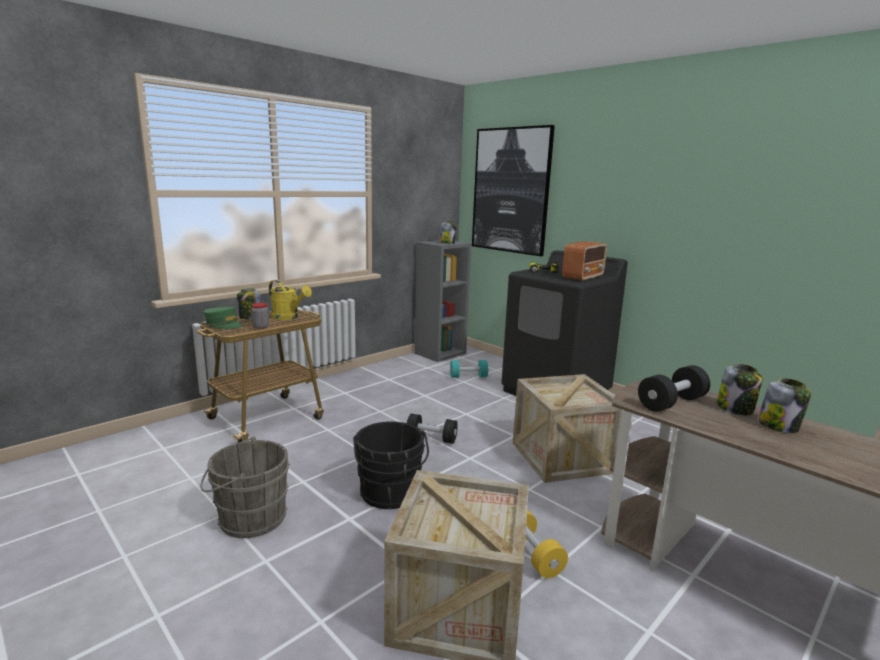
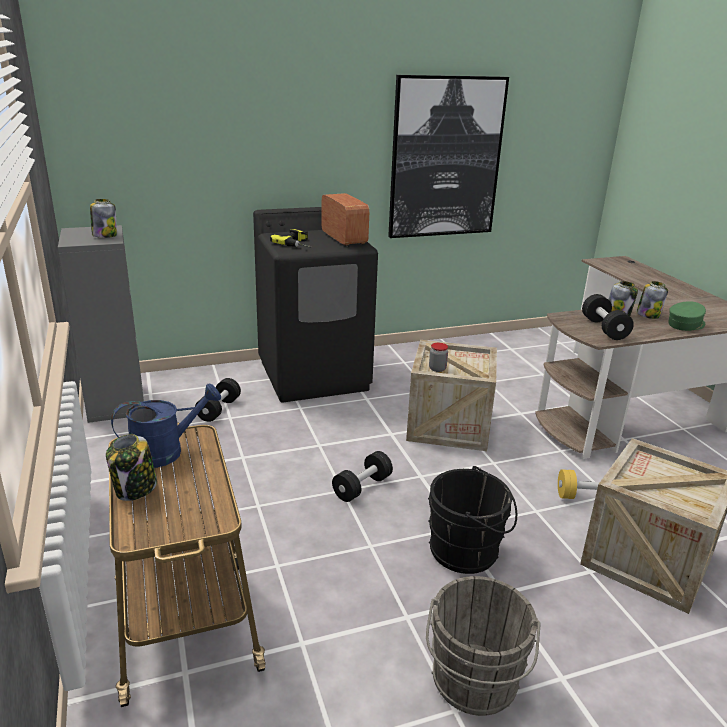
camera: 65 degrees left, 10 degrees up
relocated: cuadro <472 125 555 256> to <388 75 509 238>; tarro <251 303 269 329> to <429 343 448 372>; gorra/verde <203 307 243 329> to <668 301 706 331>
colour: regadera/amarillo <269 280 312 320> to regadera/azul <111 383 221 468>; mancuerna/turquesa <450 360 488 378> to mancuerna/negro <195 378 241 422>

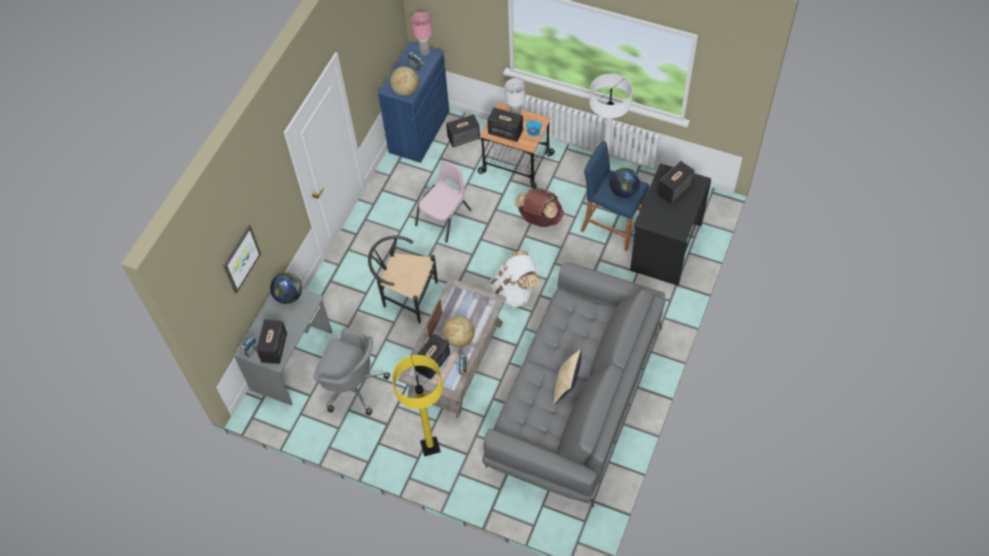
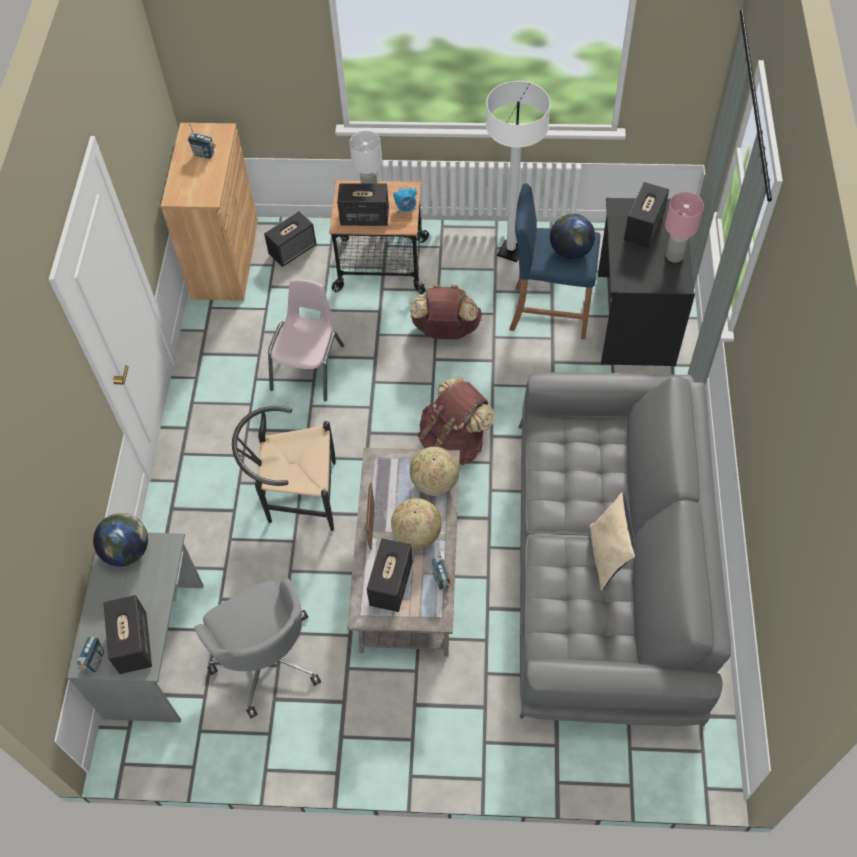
camera: 20 degrees left, 0 degrees up
missing: cuadro <223 225 261 294>; lámpara de pie/amarillo <392 355 443 456>
relocated: globo terráqueo <390 67 419 96> to <410 447 459 496>; lámpara de mesa/rosa <411 11 433 56> to <665 192 704 263>
colour: armario/azul <378 41 449 163> to armario/marrón <161 123 258 301>; mochila/blanco <490 251 539 308> to mochila/marrón <417 376 496 465>
spun: silla de oficina/gris <314 328 390 415> = <194 578 321 718> 60 degrees clockwise

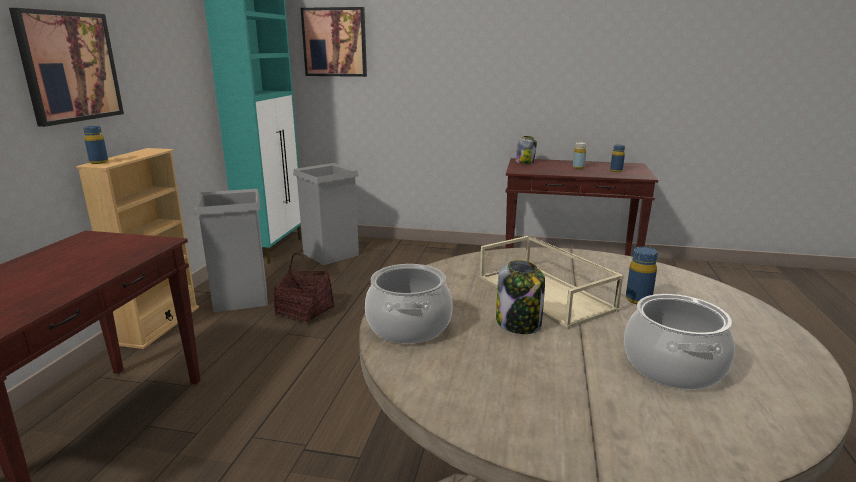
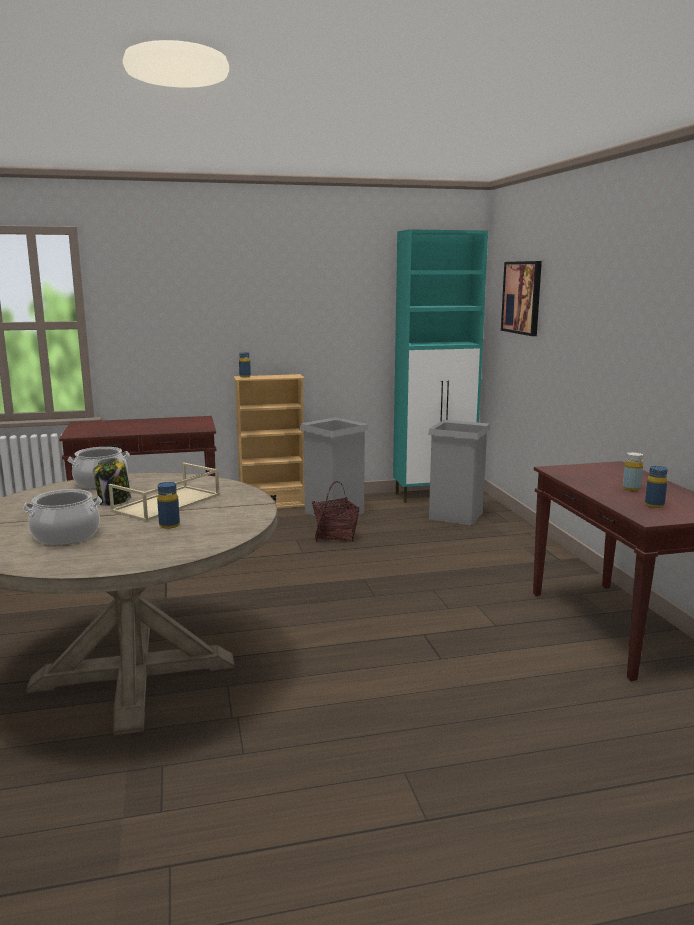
camera: 65 degrees right, 5 degrees down
missing: cuadro <9 8 124 127>; tarro <515 136 537 164>

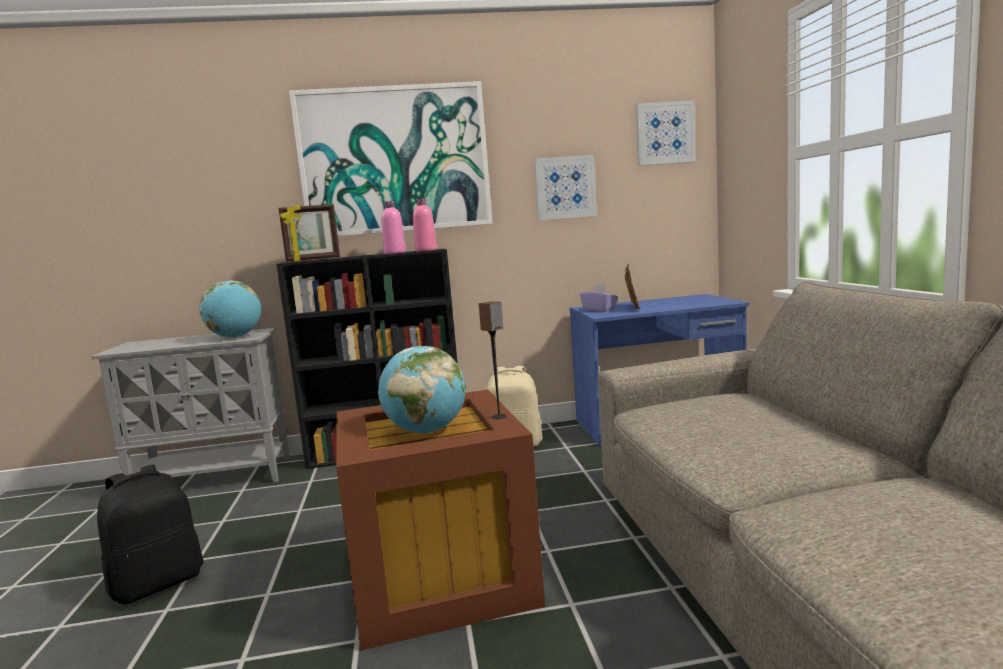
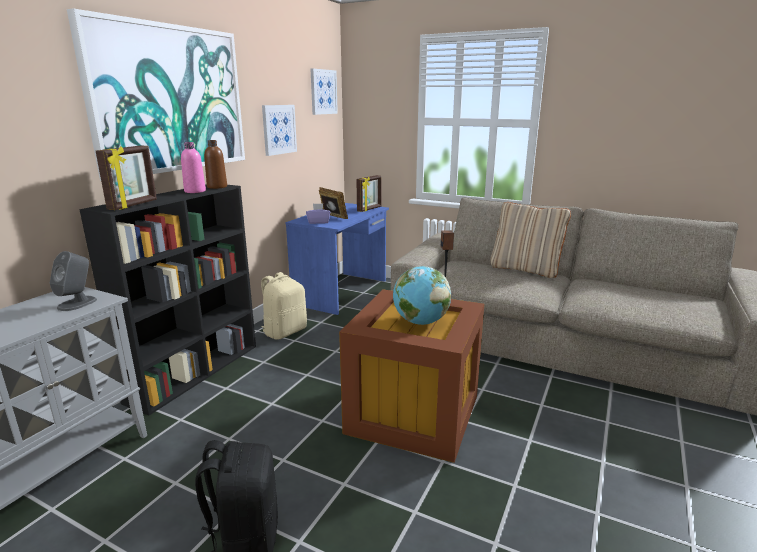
camera: 55 degrees left, 10 degrees up
appeared: portarretratos <356 175 381 212>; cojín/beis <490 202 571 278>
exchanged: globo terráqueo <199 280 262 338> to altavoz/gris <50 251 97 311>
colour: botella/rosa <413 199 437 251> to botella/marrón <204 140 227 189>

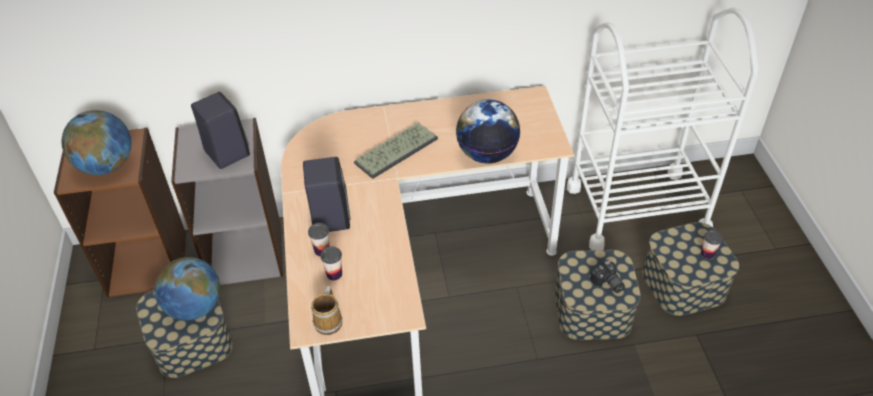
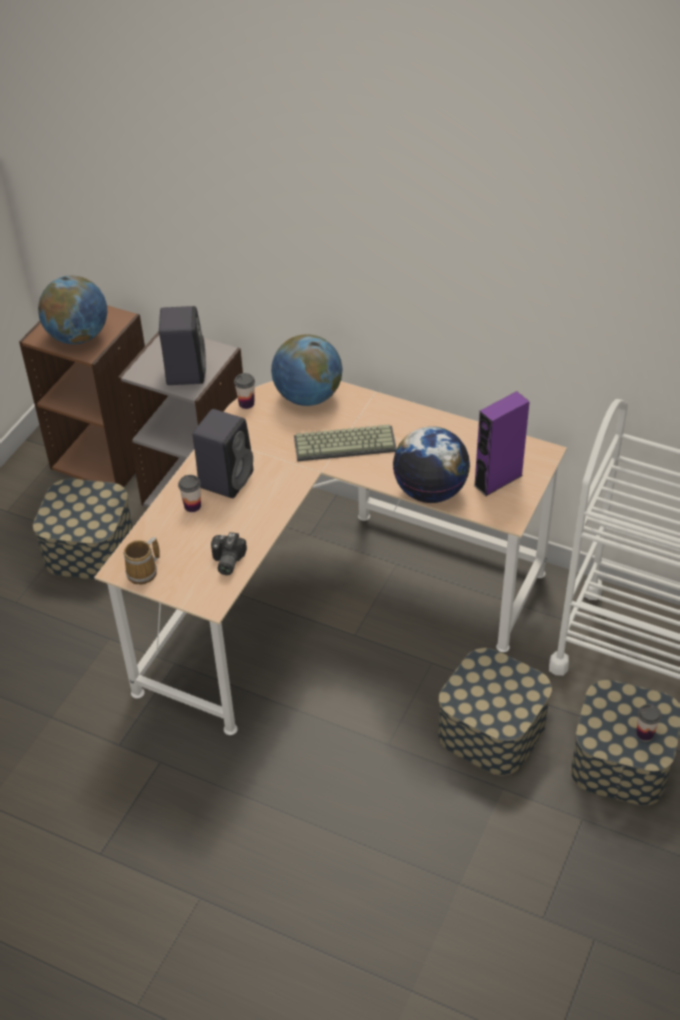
camera: 35 degrees right, 0 degrees up
appeared: altavoz/morado <474 391 530 496>
relocated: cámara <590 260 625 293> to <211 532 247 575>; taza <320 246 342 280> to <234 373 255 409>; globo terráqueo <154 257 220 321> to <271 334 343 406>

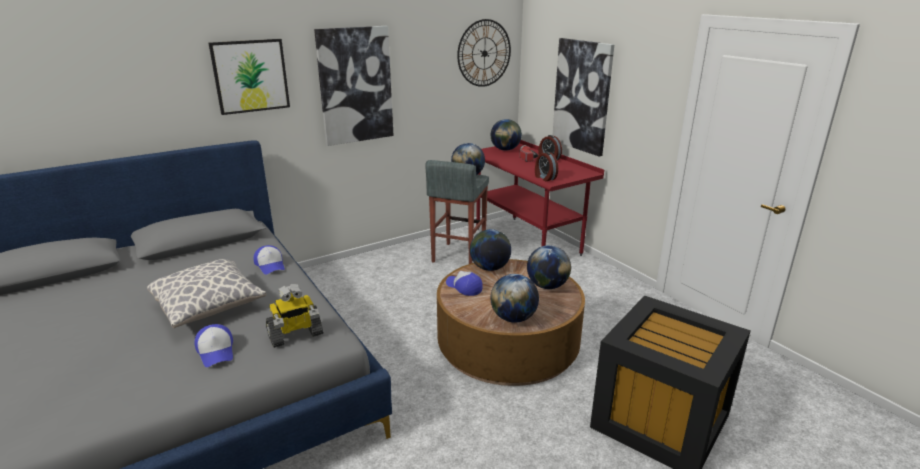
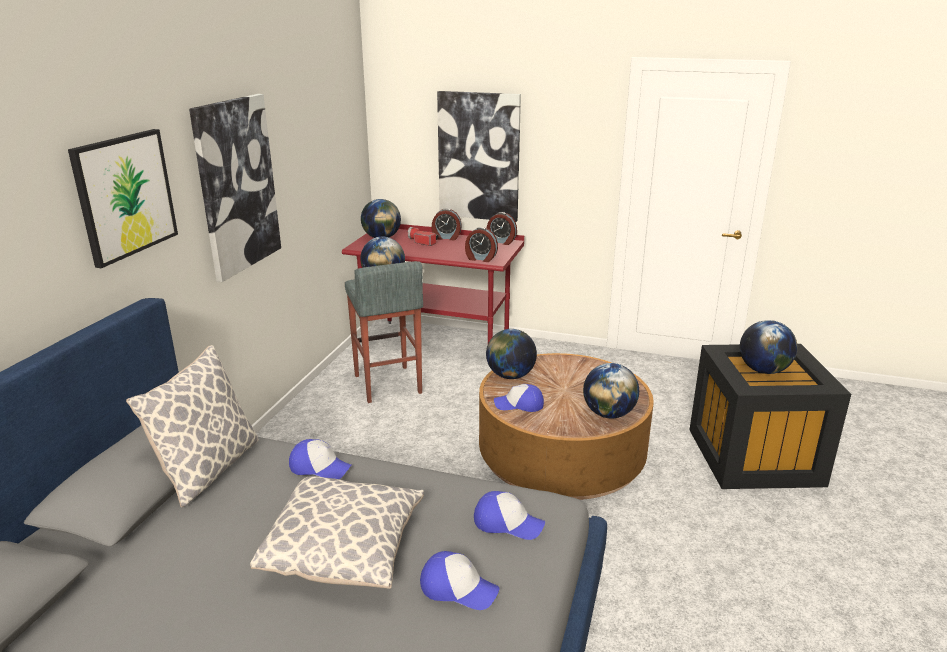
camera: 40 degrees left, 0 degrees up
missing: reloj de pared <457 19 511 87>
appeared: cojín <126 345 259 507>; despertador <487 212 517 245>
relocated: globo terráqueo <527 245 571 289> to <740 320 798 374>
exchanged: robot de juguete <266 284 324 348> to gorra <474 491 545 540>

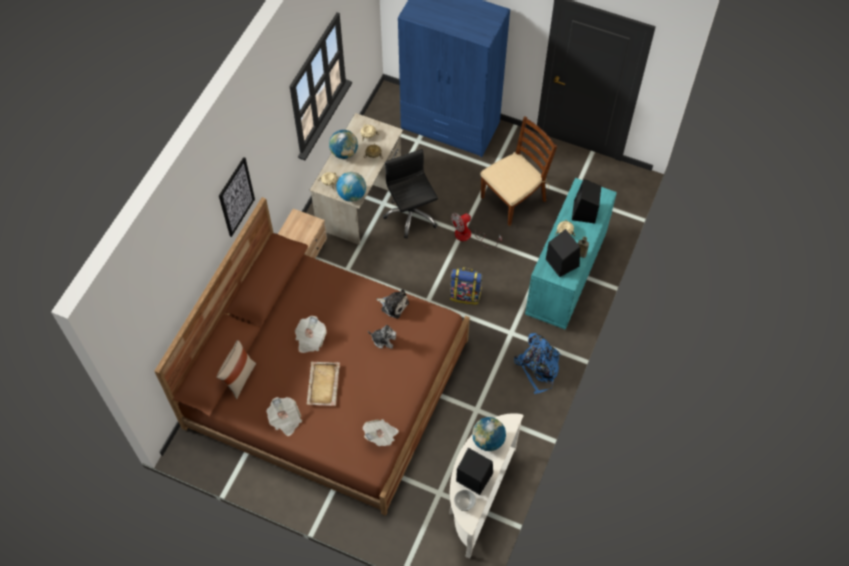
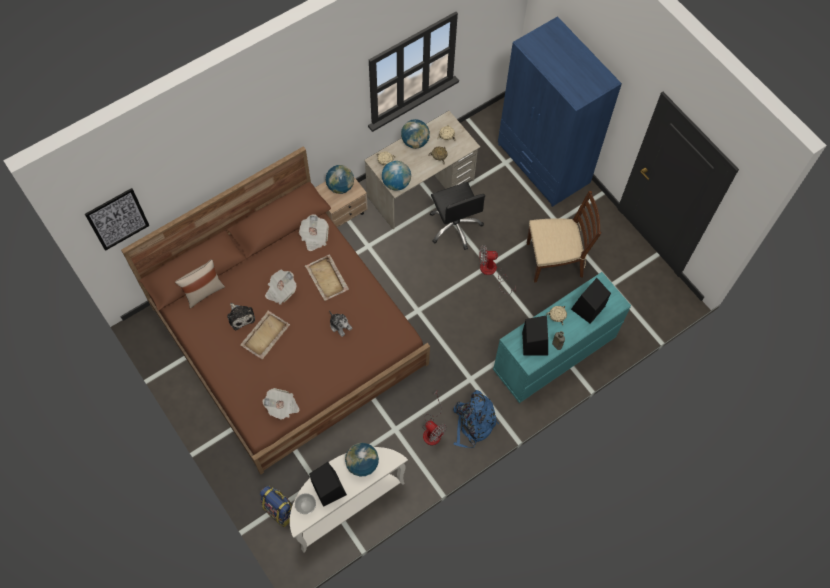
camera: 30 degrees right, 5 degrees up
appeared: bandeja/beis <305 254 349 301>; globo terráqueo <326 165 354 194>; ventilador <422 390 447 445>
relocated: cuadro <219 157 255 237> to <85 188 149 251>; peluche <376 289 409 318> to <227 303 255 331>; mochila <450 267 482 305> to <260 486 293 527>; periódico <266 397 302 436> to <299 214 329 251>
spun: silla de oficina/negro <383 149 438 238> = <430 182 485 250> 150 degrees clockwise

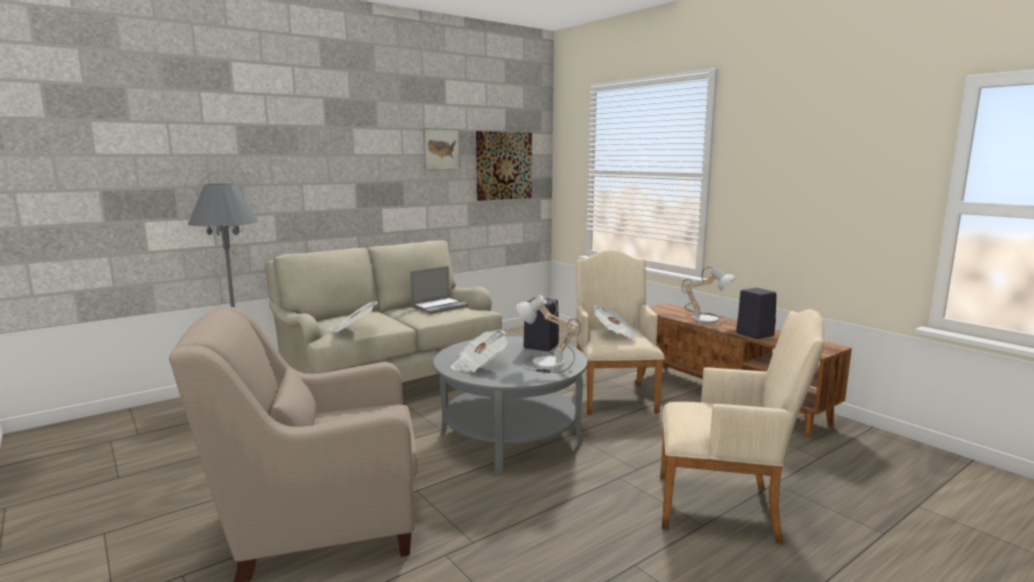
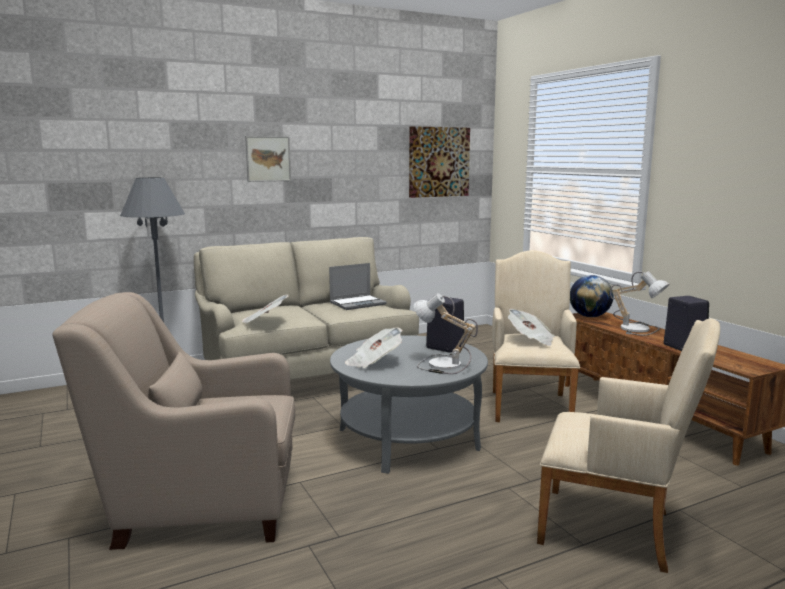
camera: 10 degrees right, 0 degrees up
appeared: globo terráqueo <570 275 614 317>
relocated: cuadro <423 128 460 170> to <245 136 291 182>

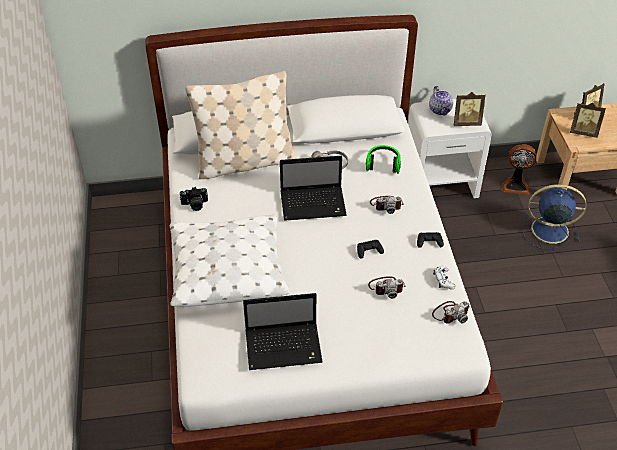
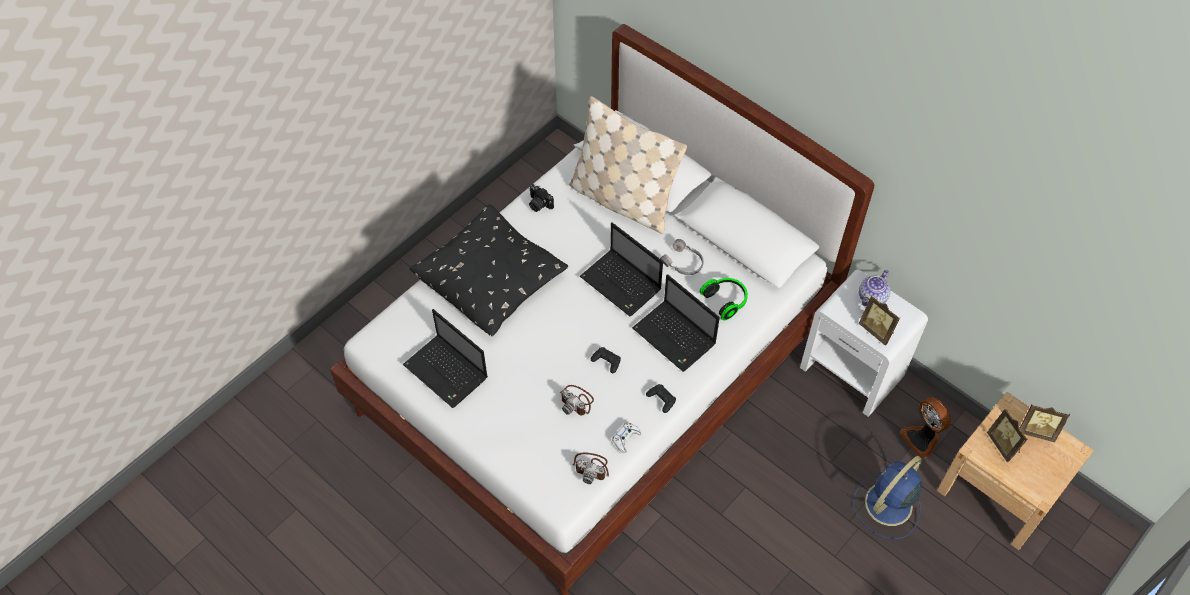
camera: 50 degrees right, 10 degrees up
exchanged: cámara <370 196 404 214> to portátil <632 274 720 372>
colour: cojín/blanco <170 214 290 306> to cojín/negro <410 204 568 336>
spun: ventilador/azul <522 184 586 249> = <853 456 922 539> 105 degrees counterclockwise

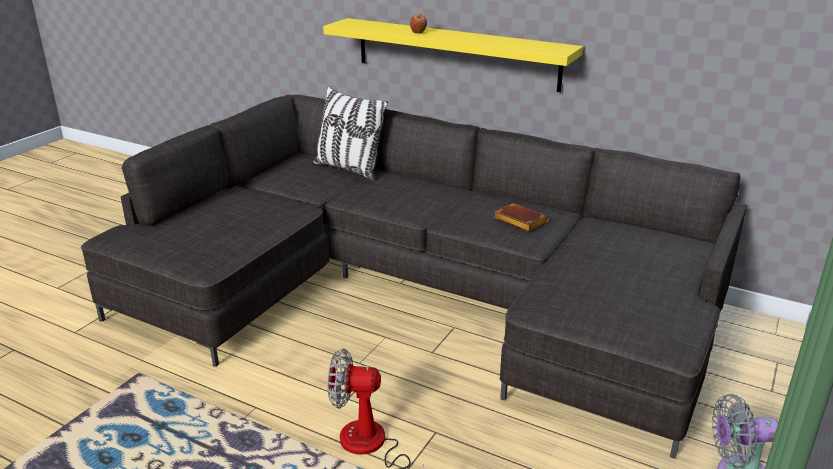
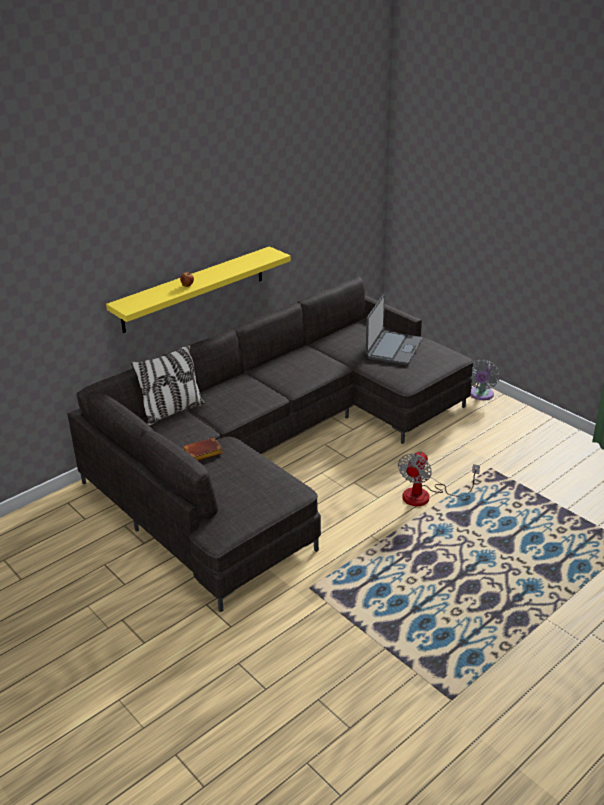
camera: 70 degrees left, 5 degrees up
appeared: portátil <366 294 423 365>
relocated: libro/marrón <494 203 548 232> to <183 437 223 461>

